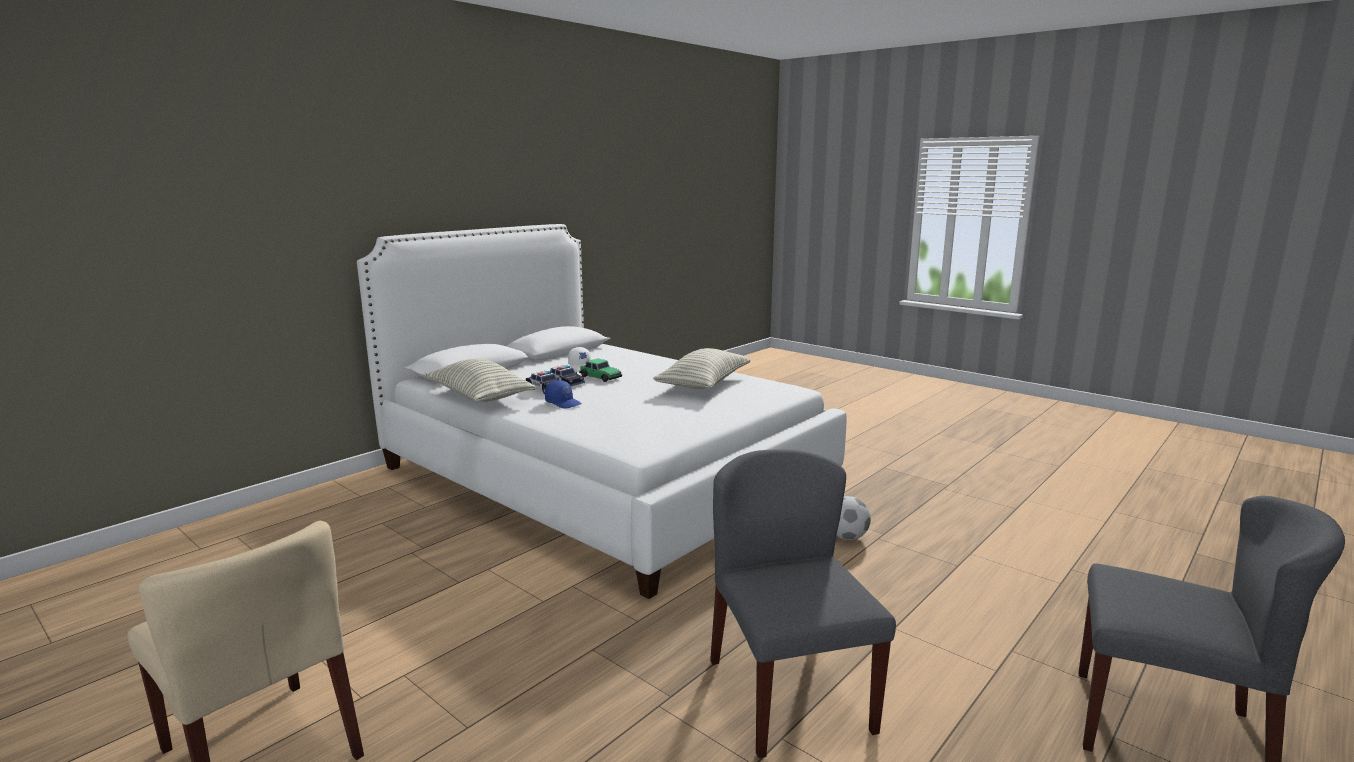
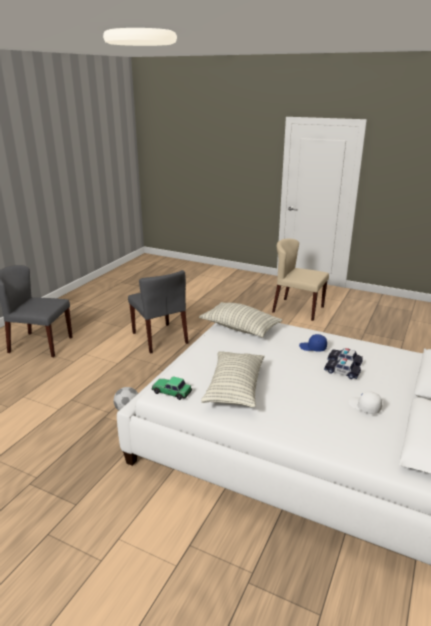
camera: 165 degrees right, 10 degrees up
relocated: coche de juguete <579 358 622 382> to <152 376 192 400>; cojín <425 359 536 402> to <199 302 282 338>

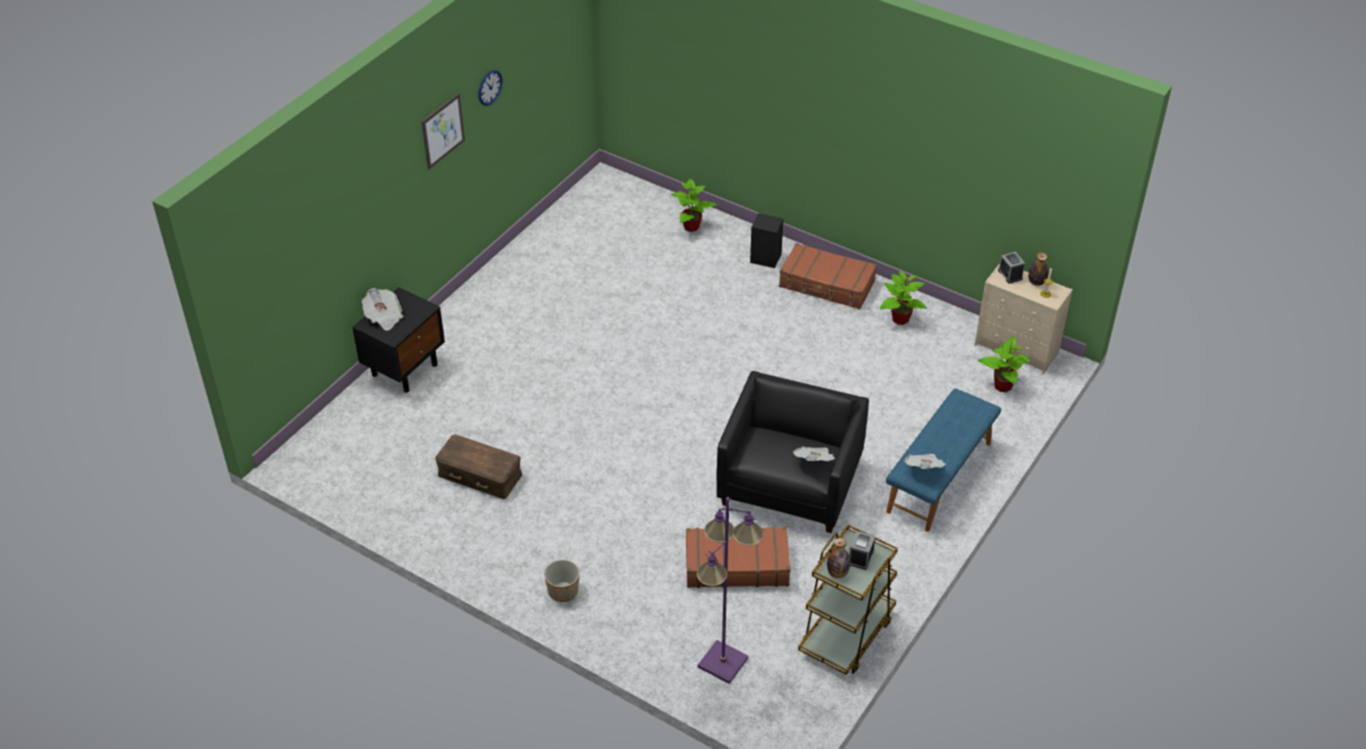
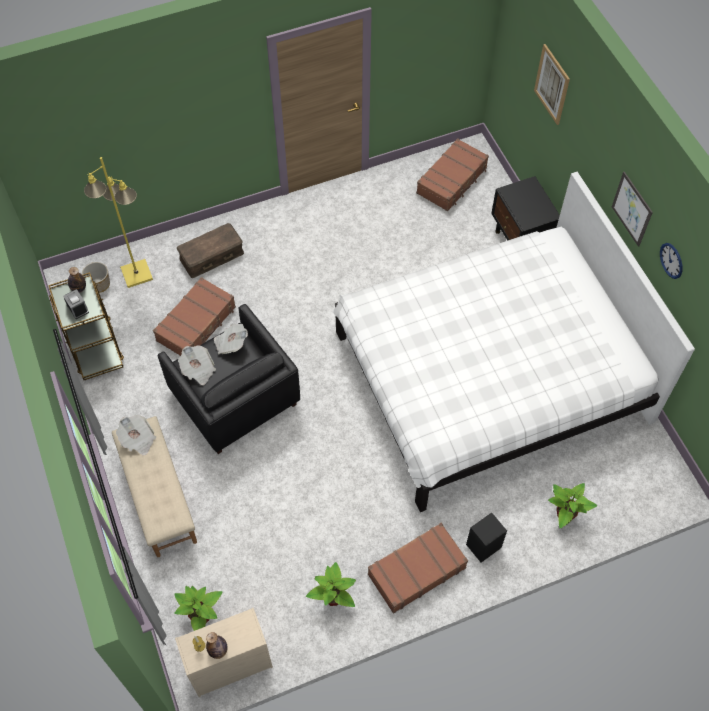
camera: 125 degrees right, 15 degrees up
missing: despertador <998 252 1025 284>
appeared: cama/blanco <332 172 695 512>; maleta/marrón <416 138 489 211>; cuadro <534 44 570 125>
relocated: maceta <544 560 579 602> to <82 262 110 293>; caja de almacenaje/marrón <435 435 522 499> to <177 223 244 278>; periódico <362 288 403 331> to <214 324 248 354>
colour: lámpara de pie/morado <697 497 764 684> to lámpara de pie/amarillo <84 157 153 288>; banco/azul <886 388 1001 532> to banco/beis <112 416 197 557>

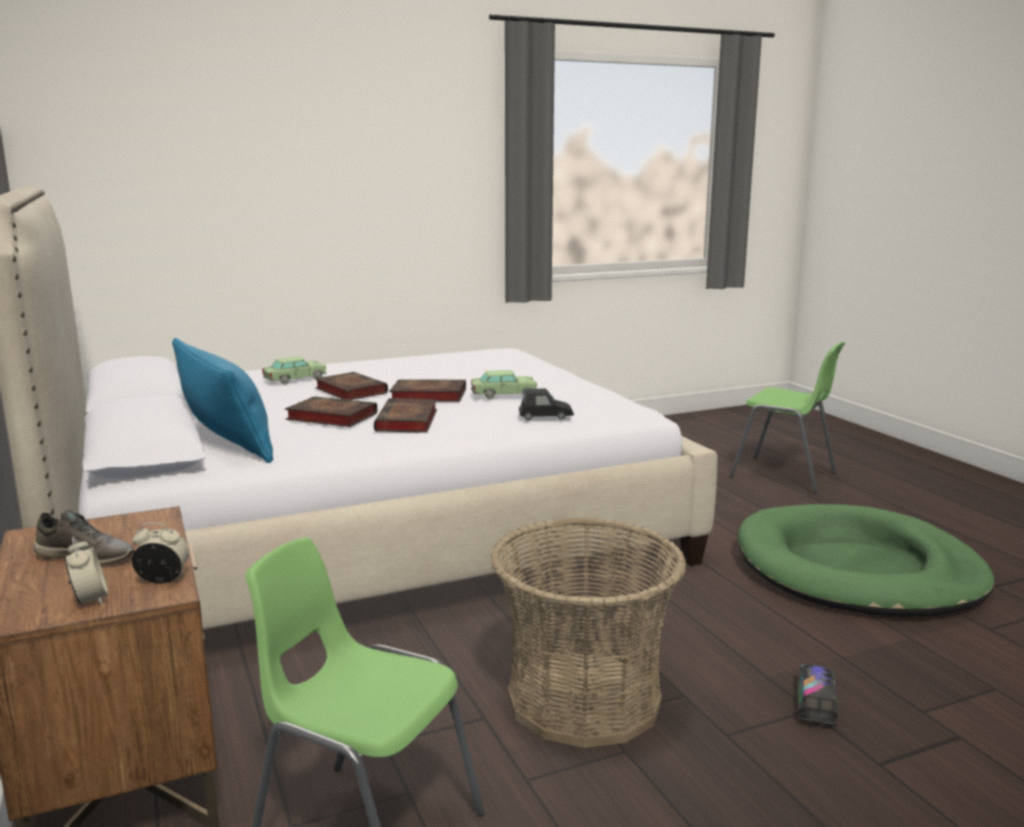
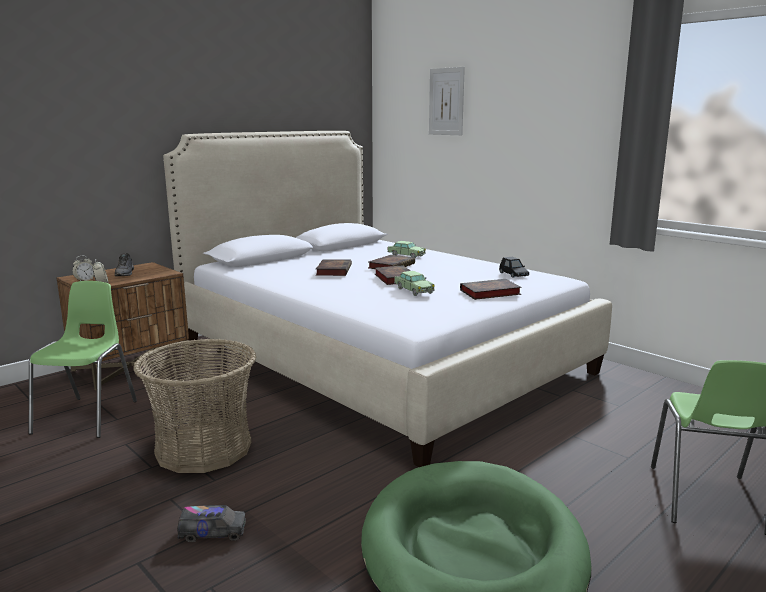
camera: 70 degrees right, 0 degrees up
missing: cojín/azul <172 338 273 463>
appeared: cuadro <429 67 465 135>
relocated: libro <374 398 437 433> to <460 279 522 300>; coche de juguete/negro <519 388 574 420> to <499 257 529 278>

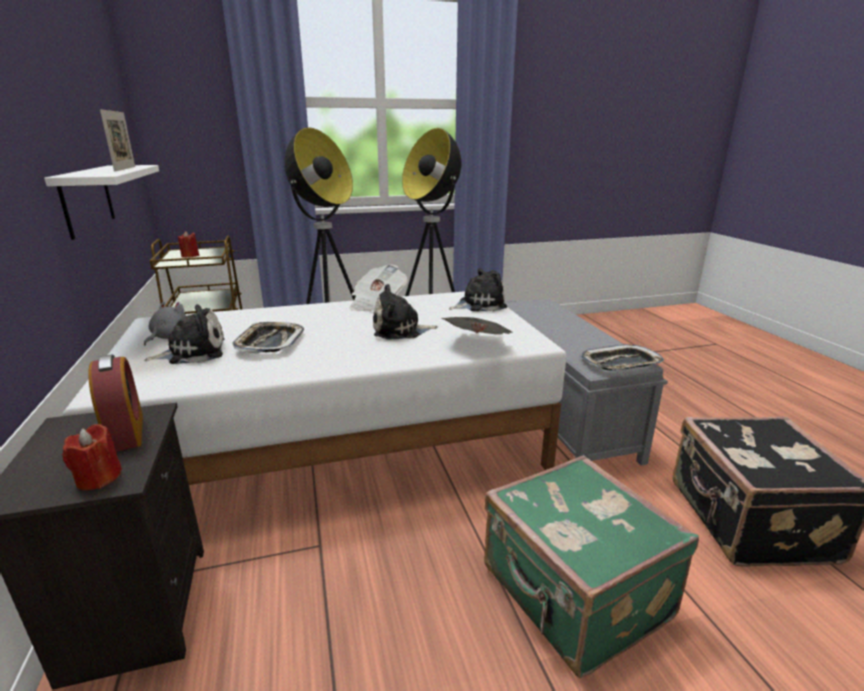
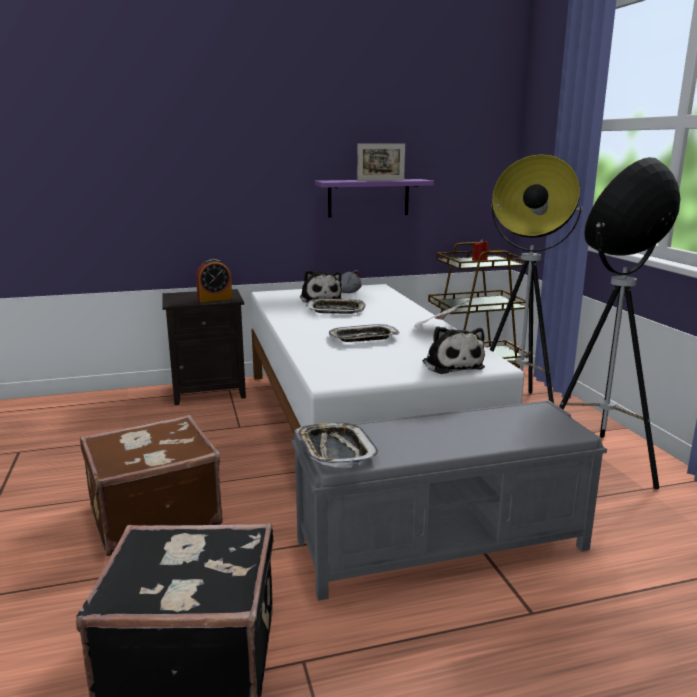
camera: 90 degrees right, 5 degrees down
missing: vela/rojo <63 424 122 490>; periódico <441 317 512 335>
exchanged: peluche <373 284 438 339> to bandeja <329 324 400 342>
colour: maleta/verde <484 455 699 678> to maleta/marrón <80 415 223 556>; estante/blanco <44 165 159 240> to estante/morado <315 179 434 217>

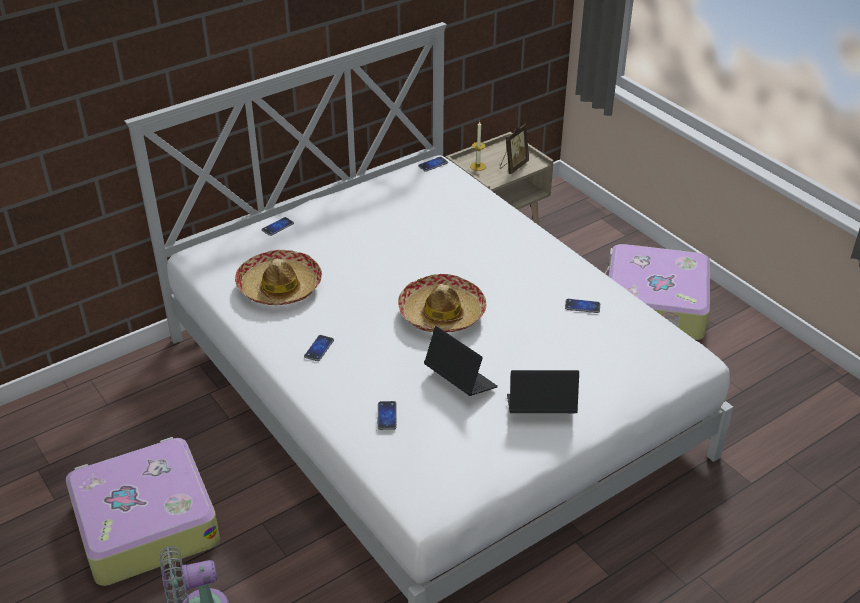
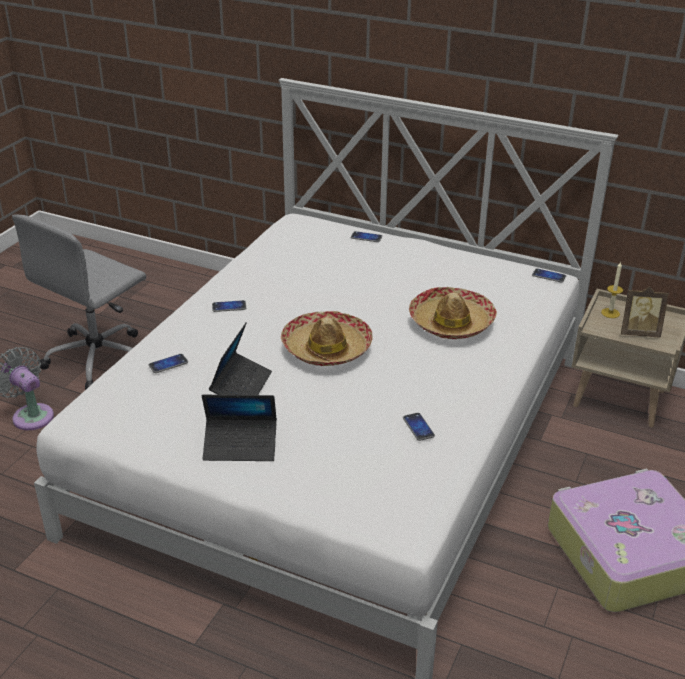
camera: 60 degrees right, 5 degrees down
relocated: sombrero <235 250 322 305> to <409 287 497 339>
exchanged: maleta <66 437 220 586> to silla de oficina/gris <12 214 146 390>
spun: portátil <507 370 579 413> = <202 395 277 461> 120 degrees clockwise

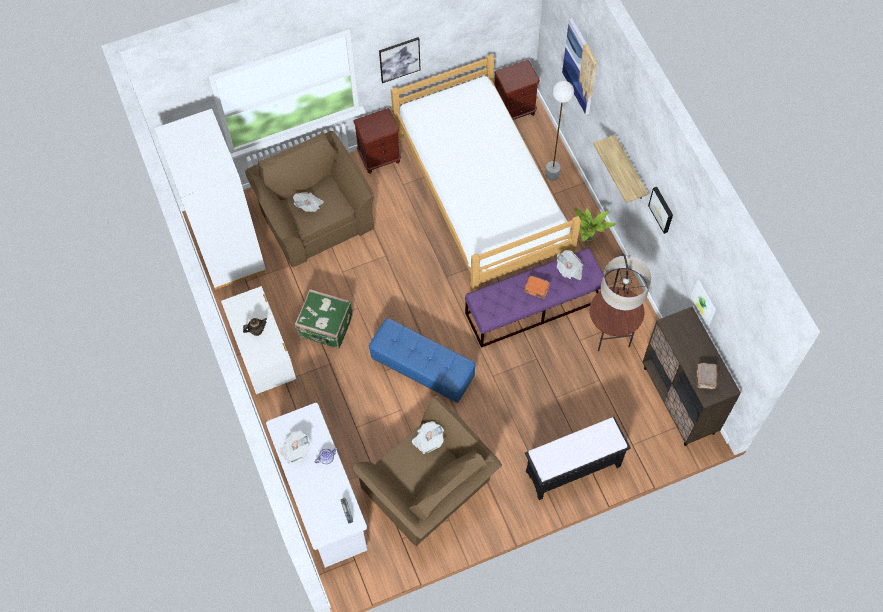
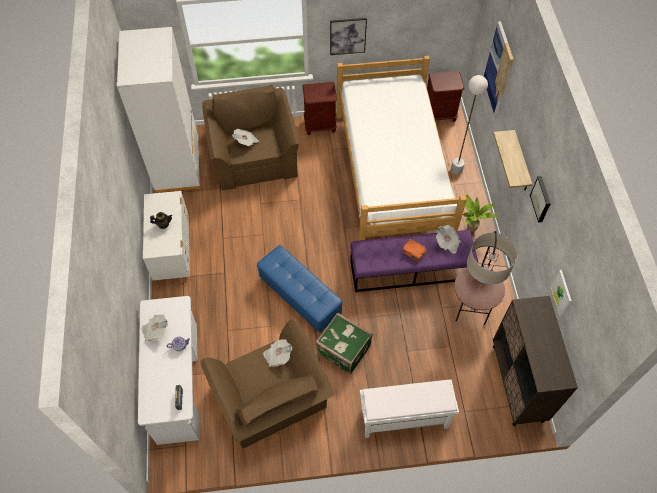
camera: 15 degrees right, 5 degrees down
missing: libro/marrón <696 363 717 389>
relocated: maleta/verde <295 289 353 349> to <315 313 373 374>
colour: banco/negro <525 417 631 500> to banco/blanco <360 379 459 438>

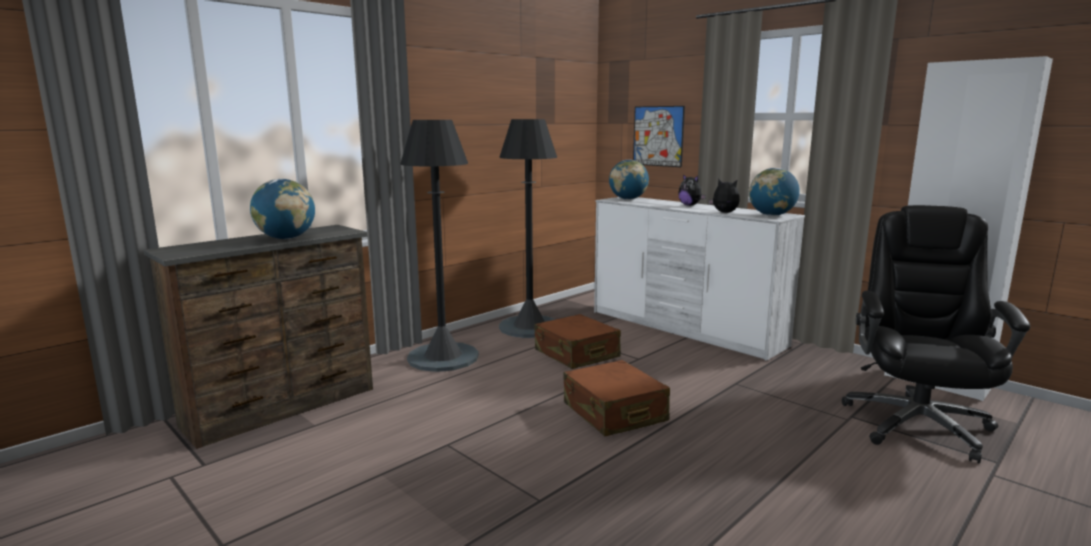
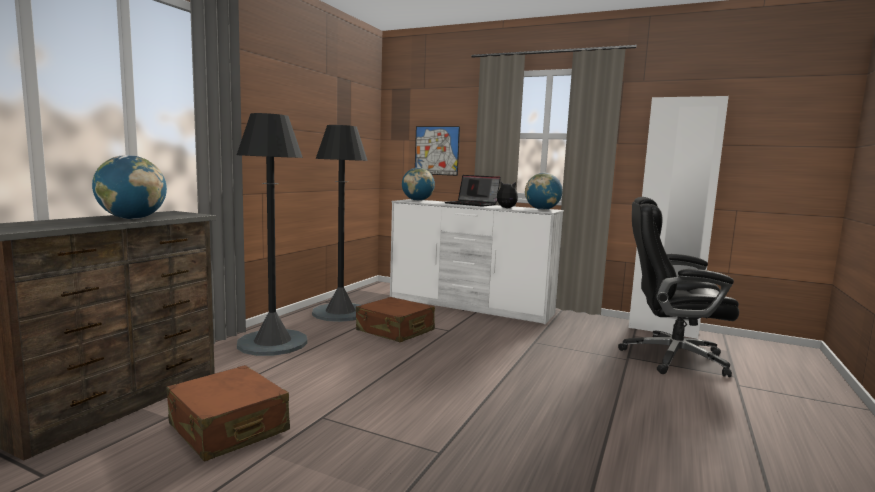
camera: 20 degrees left, 5 degrees down
relocated: maleta/marrón <563 360 670 436> to <167 365 290 462>
exchanged: peluche <678 174 706 206> to portátil <445 175 501 207>
spun: silla de oficina/negro <842 205 1030 463> = <618 197 739 377> 75 degrees counterclockwise

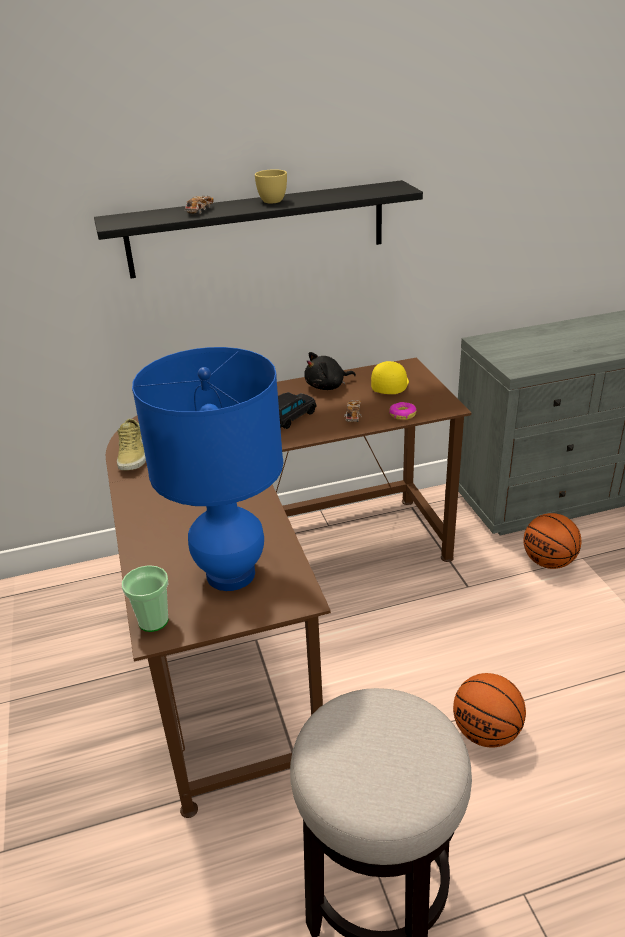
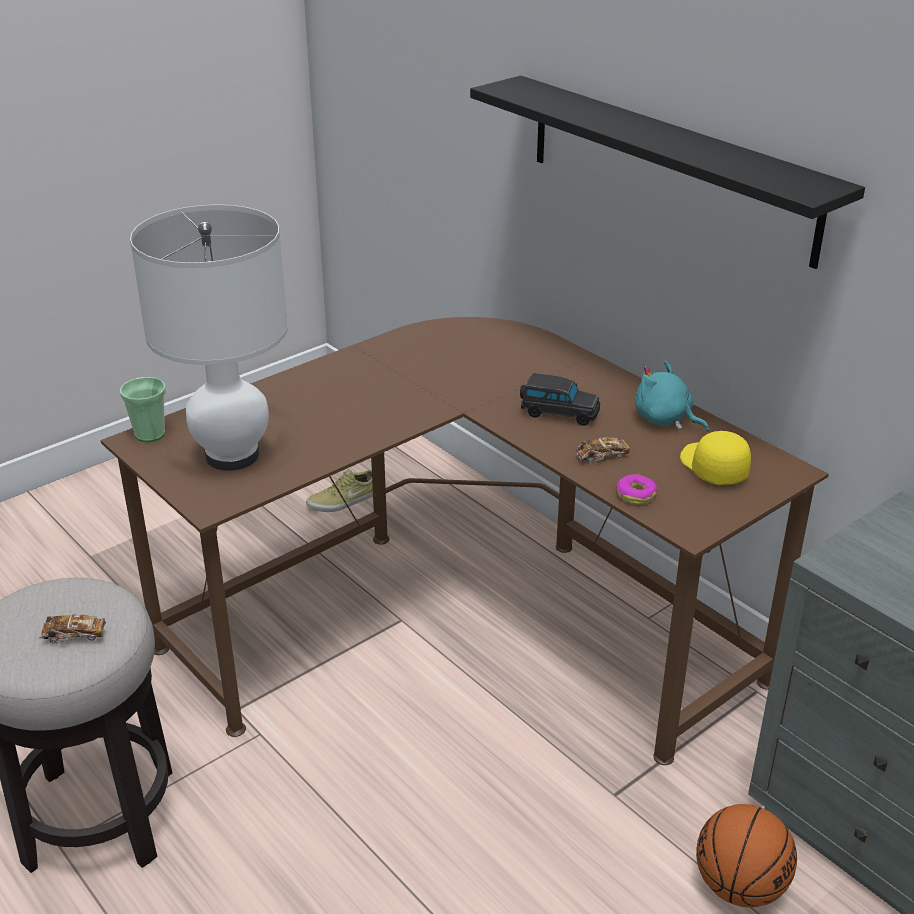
camera: 65 degrees right, 0 degrees up
missing: taza/amarillo <255 169 287 203>; balón de baloncesto <453 673 526 748>
relocated: coche de juguete <184 196 213 215> to <39 614 106 644>; zapato/beis <117 419 146 470> to <306 469 373 512>
colour: lámpara de mesa/azul <132 347 283 591> to lámpara de mesa/blanco <130 204 288 471>; peluche/negro <304 352 356 390> to peluche/turquesa <635 360 709 432>
spun: gorra/amarillo <371 361 409 394> = <680 431 751 485> 105 degrees counterclockwise

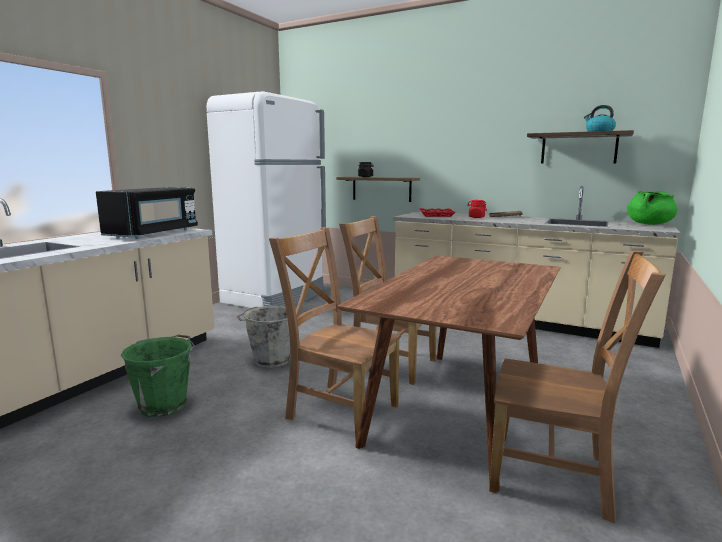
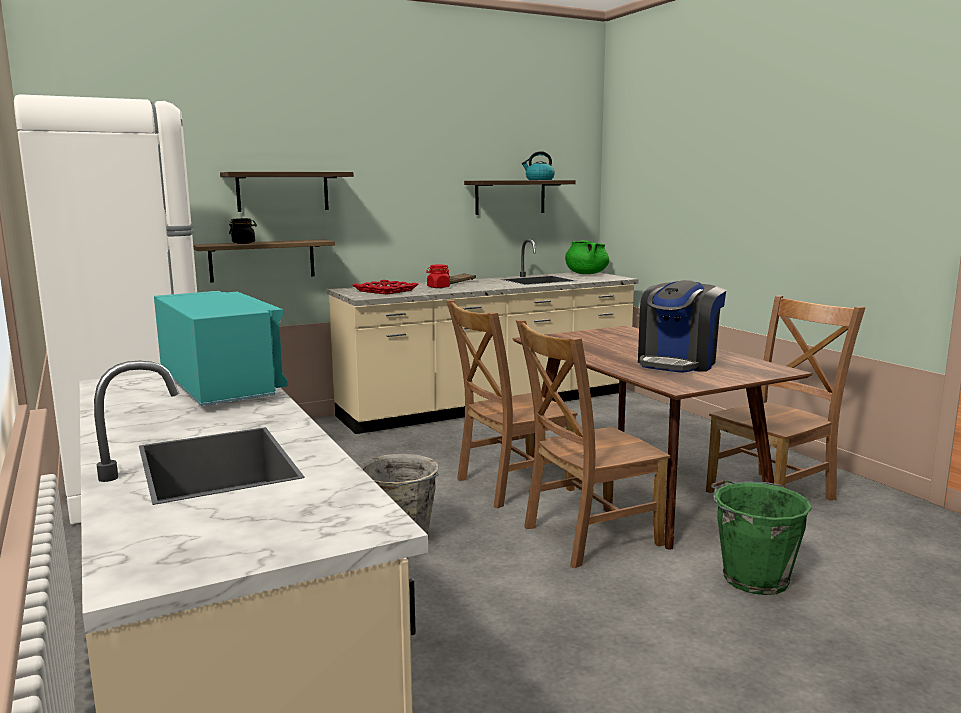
camera: 55 degrees left, 0 degrees up
appeared: estante <220 172 354 212>; cafetera <638 280 726 373>
relocated: cubo/verde <121 334 195 417> to <711 480 812 595>
colour: microondas/negro <96 187 198 239> to microondas/turquesa <154 291 288 406>

